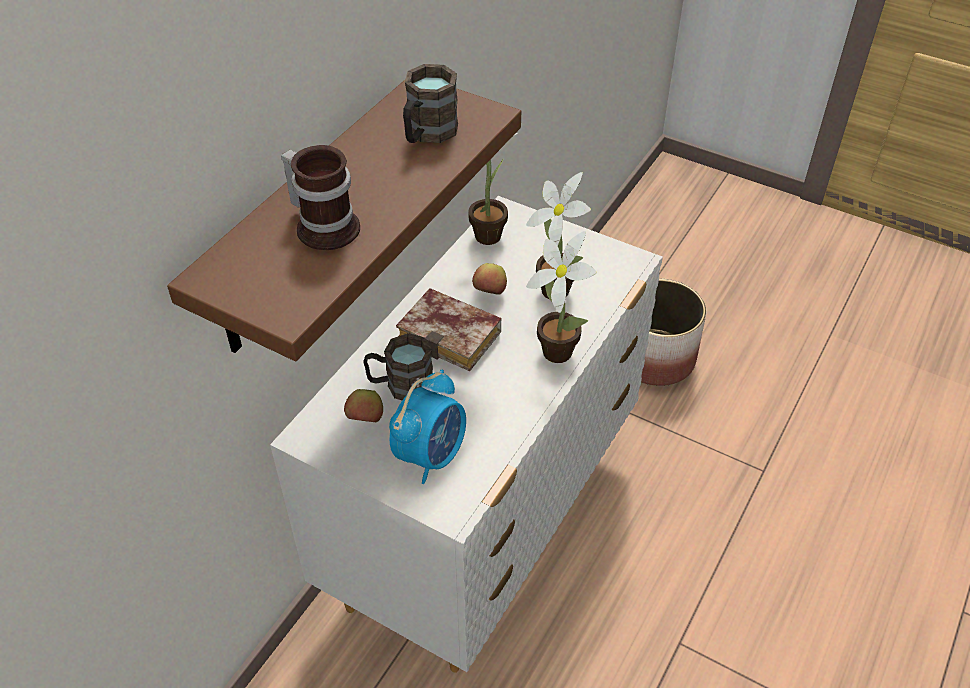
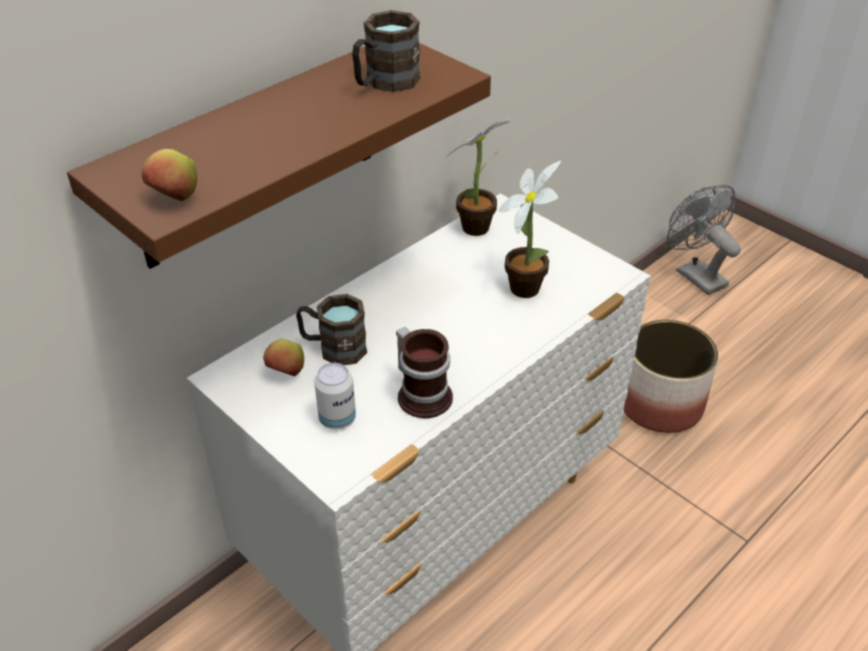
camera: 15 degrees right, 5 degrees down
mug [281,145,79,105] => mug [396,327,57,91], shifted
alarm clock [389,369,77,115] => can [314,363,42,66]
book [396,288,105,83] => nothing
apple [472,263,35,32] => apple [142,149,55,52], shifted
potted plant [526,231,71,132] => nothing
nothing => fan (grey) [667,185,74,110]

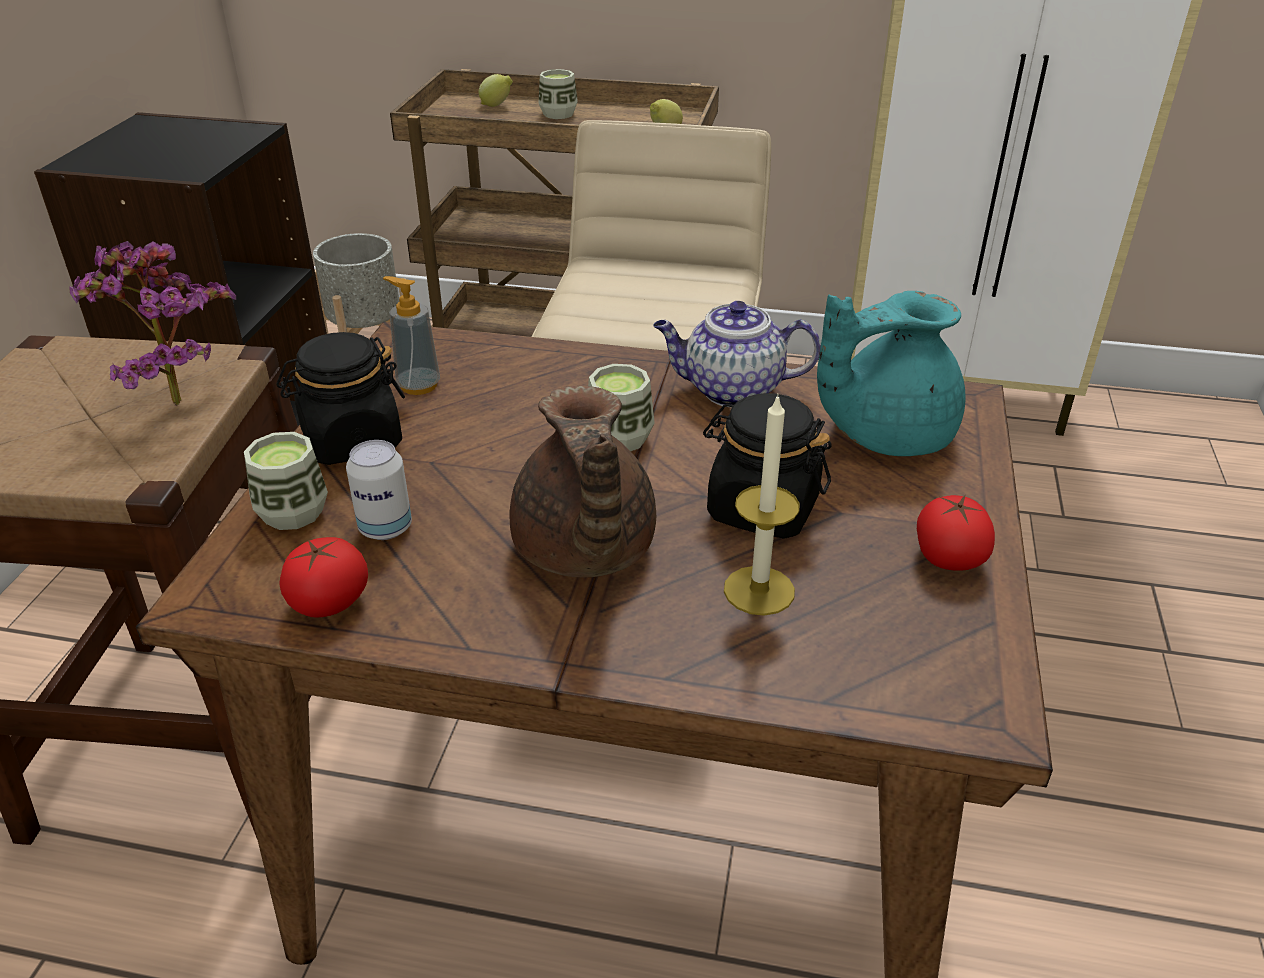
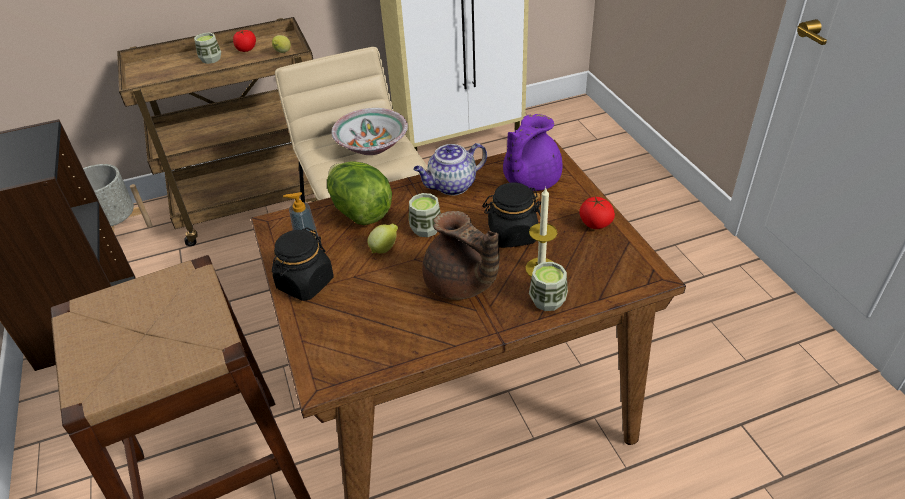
camera: 30 degrees left, 5 degrees up
potted plant [69,241,167,164] => nothing
cup [244,432,84,98] => cup [529,262,39,49], shifted
tomato [279,537,89,81] => tomato [233,30,23,22], shifted
can [346,440,66,100] => nothing
lemon [478,74,35,33] => lemon [368,224,30,30], shifted
teapot (turquoise) [817,291,149,165] => teapot (purple) [503,114,59,77]
nothing => lettuce [327,162,65,63]
nothing => bowl [331,108,77,47]

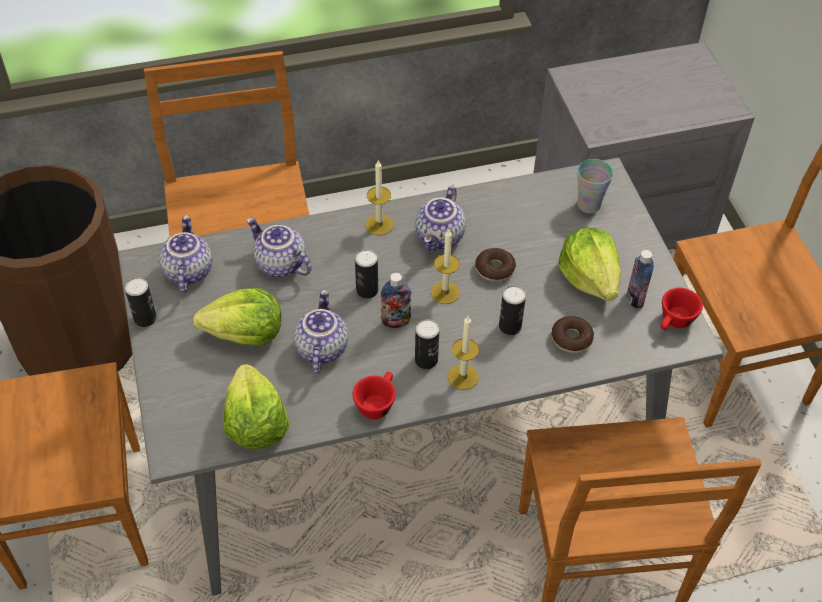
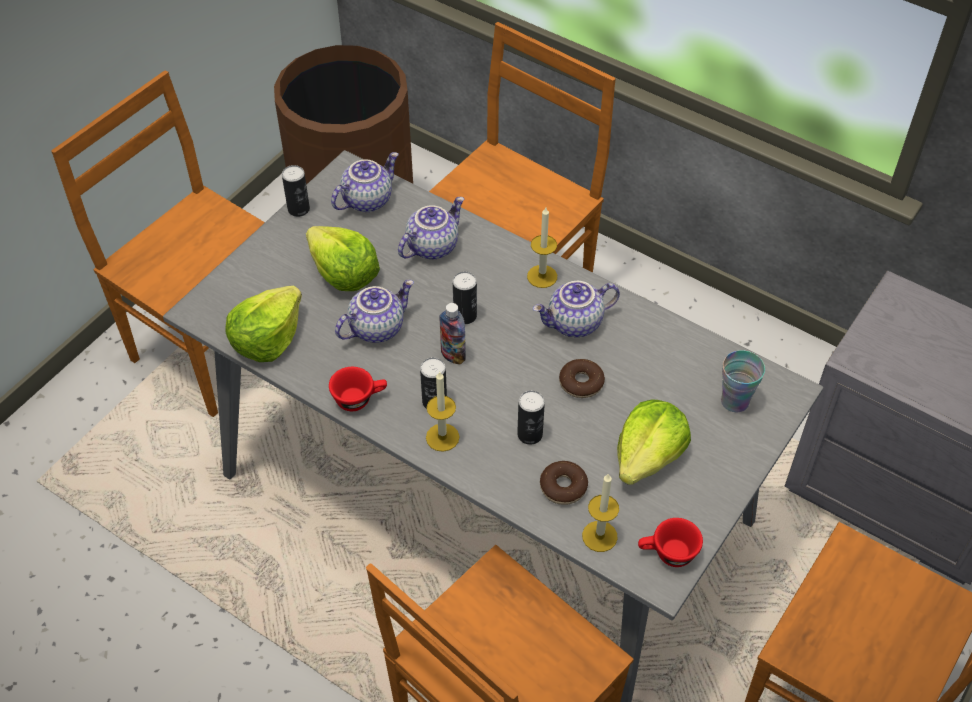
camera: 50 degrees right, 0 degrees up
teapot [246,218,66,59] => teapot [398,197,66,62], 45 degrees clockwise
candle [431,229,29,75] => candle [582,473,37,79], shifted
bottle [627,250,27,59] => nothing

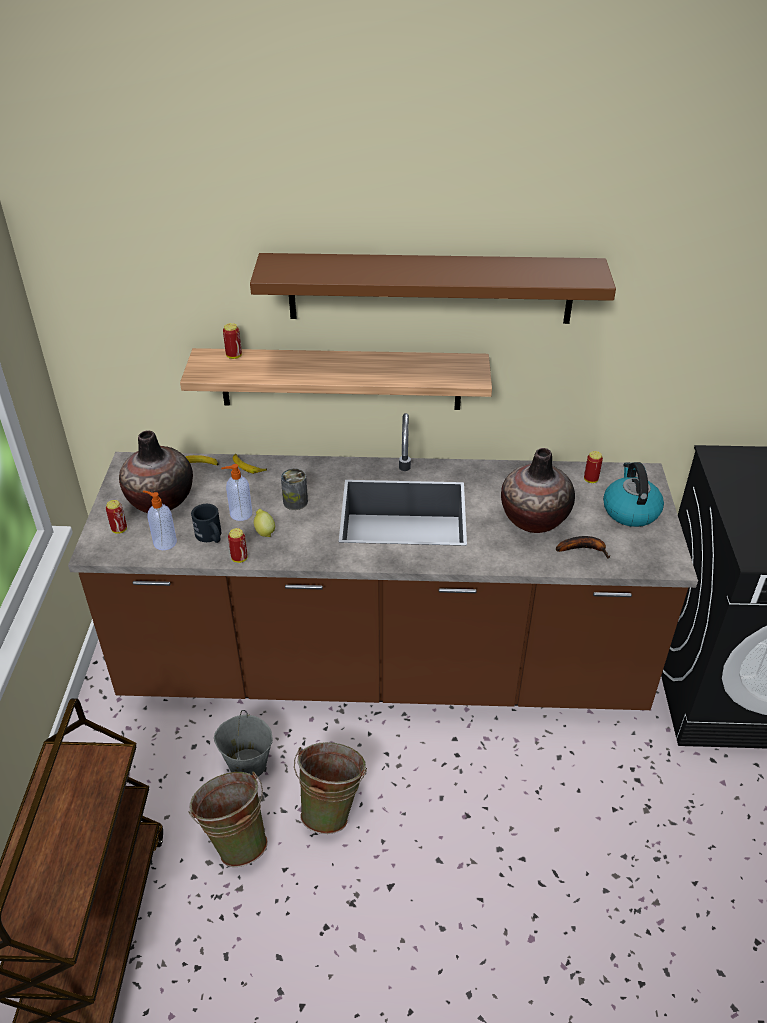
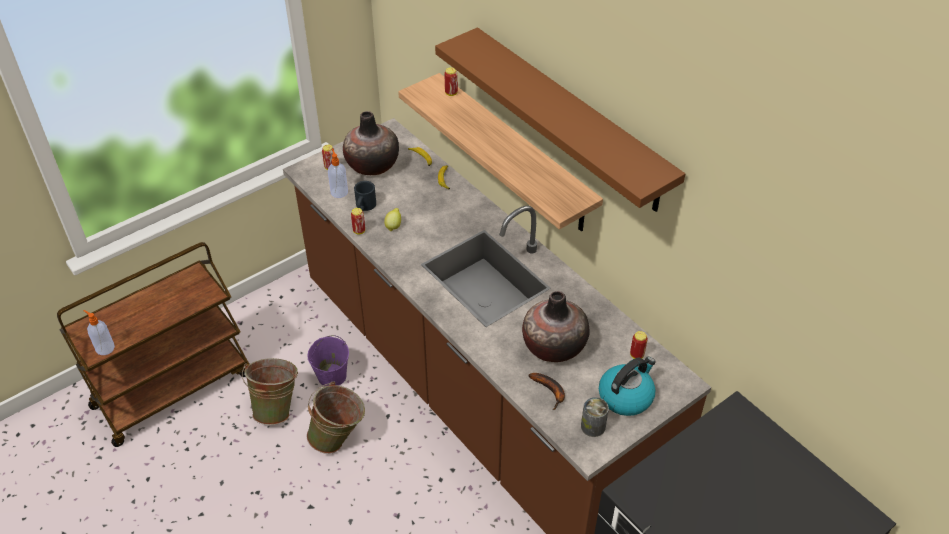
camera: 50 degrees right, 5 degrees up
bucket (grey) [214,710,59,67] => bucket (purple) [308,335,41,51]
soap dispenser [221,464,31,57] => soap dispenser [84,310,31,45], shifted
can [281,469,27,41] => can [581,397,28,40], shifted

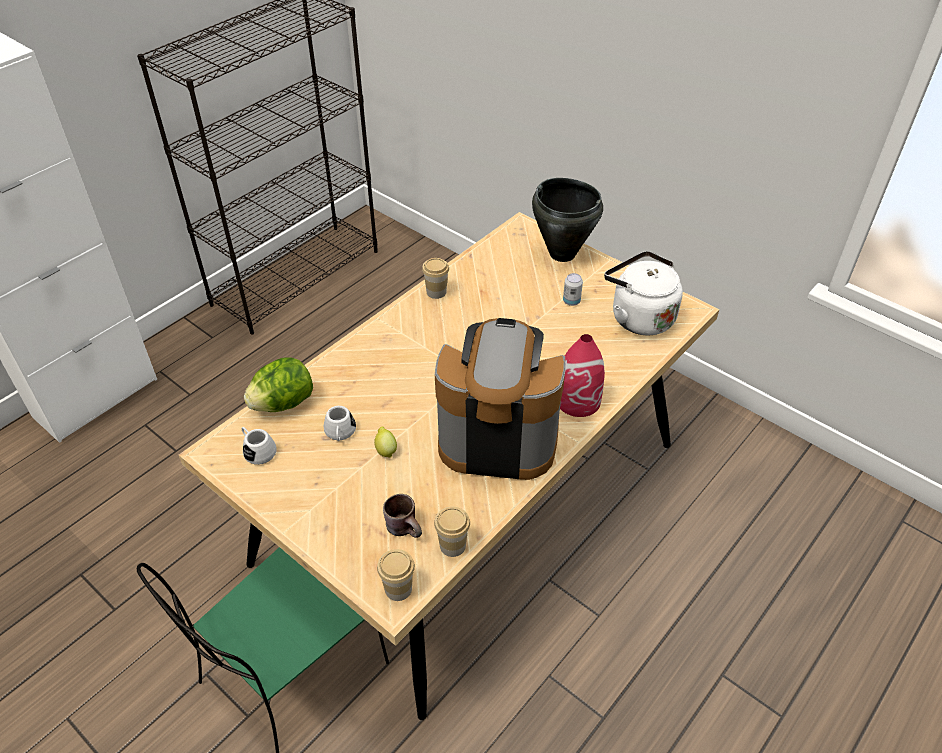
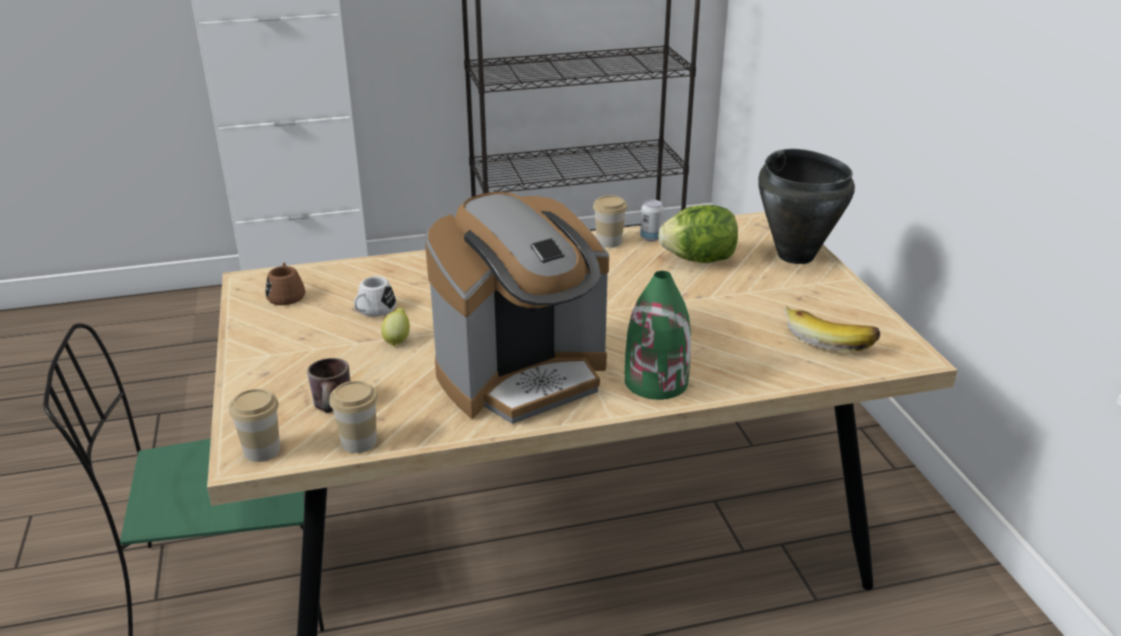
camera: 35 degrees right, 15 degrees down
mug (white) [242,427,35,38] => mug (brown) [265,263,40,42]
lettuce [244,357,69,55] => lettuce [658,205,80,58], shifted
coffee machine [435,318,131,162] => coffee machine [425,192,184,232], 105 degrees clockwise
vase (red) [560,334,45,83] => vase (green) [625,271,66,129]
can [563,273,20,33] => can [640,199,24,43], shifted
kettle (white) [604,251,79,84] => banana [784,306,96,46]

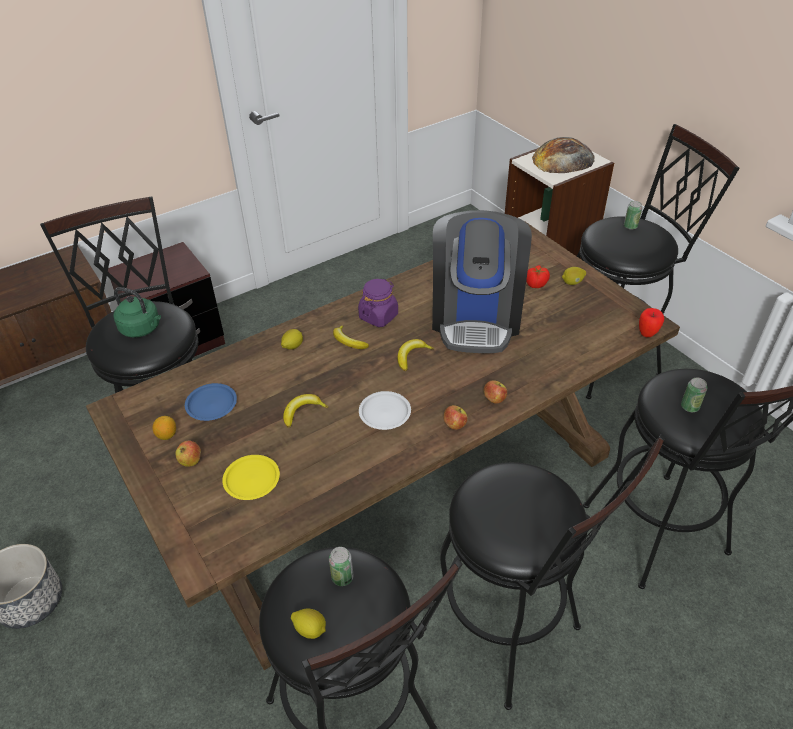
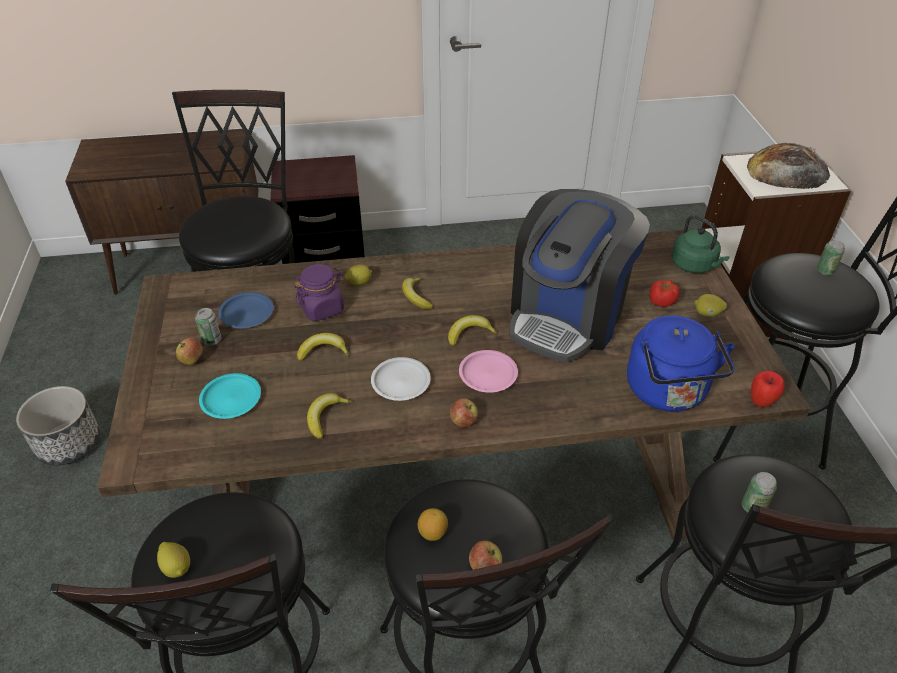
camera: 25 degrees right, 0 degrees up
kettle (green) [114,287,47,50] => kettle (green) [671,215,59,58], shifted
lemon [153,416,23,24] => lemon [418,508,30,33], shifted
plate (yellow) [222,455,58,45] => plate (turquoise) [199,373,62,46]
can [329,547,24,39] => can [195,308,26,38], shifted
jar (purple) [358,279,40,48] => jar (purple) [294,264,50,57], shifted
apple [484,380,23,24] => apple [469,541,33,29], shifted
nothing => banana [307,393,44,46]
nothing => plate (pink) [459,350,59,43]
nothing => kettle (blue) [627,316,108,96]

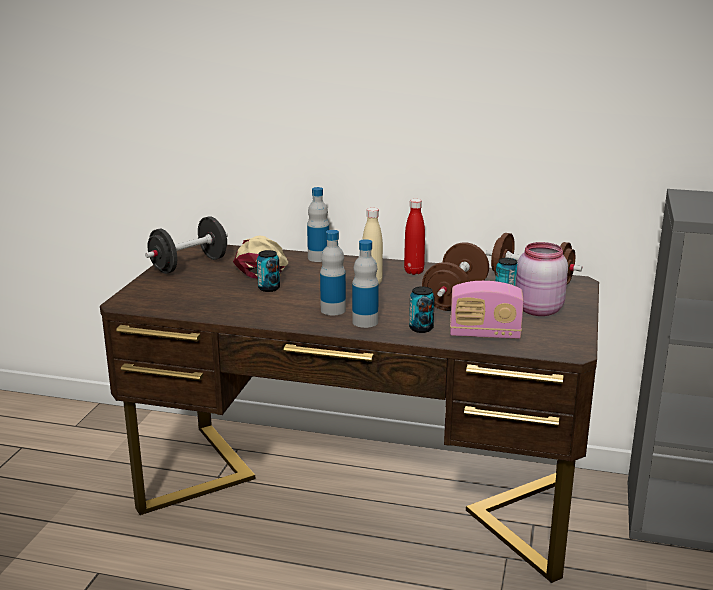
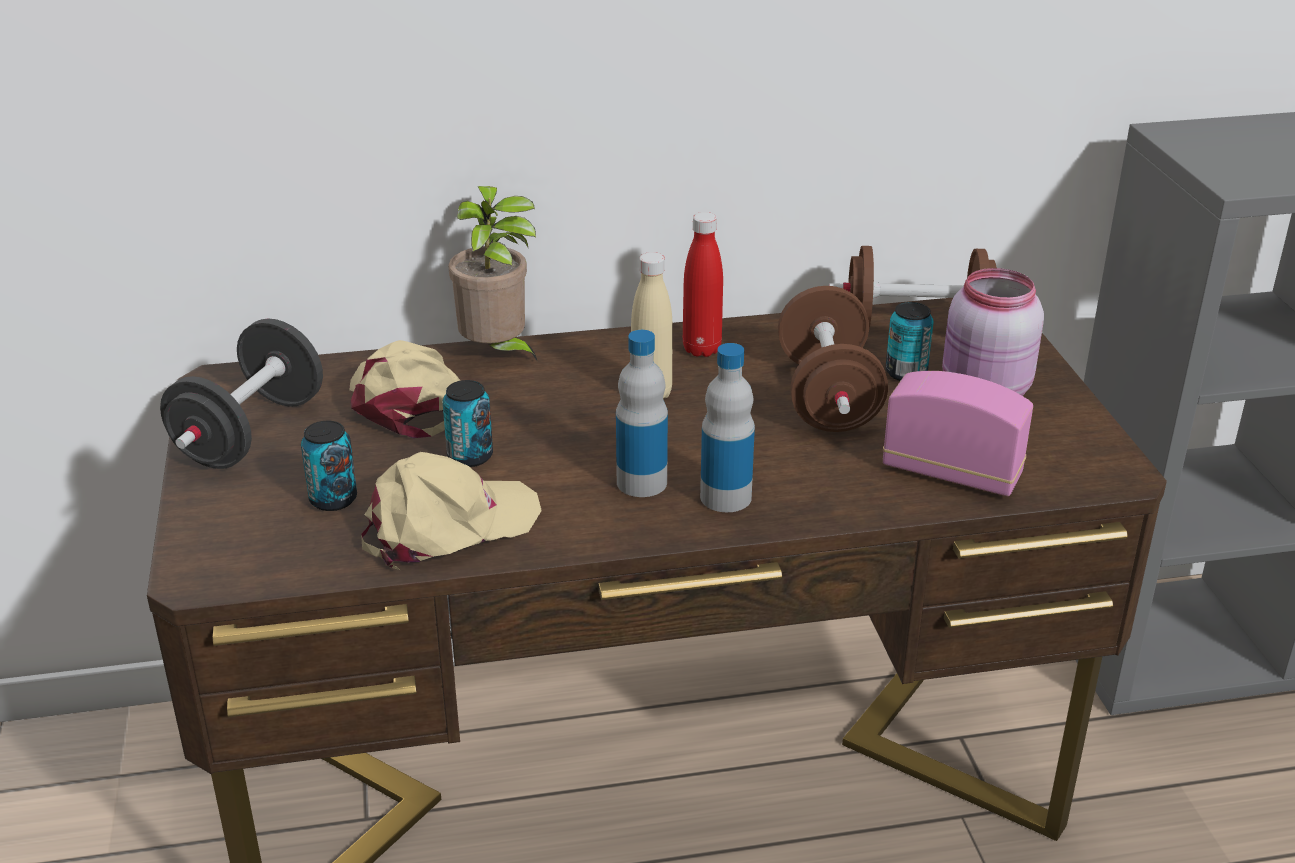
camera: 25 degrees left, 10 degrees up
bottle [307,187,22,75] => potted plant [448,186,90,176]
can [409,286,26,47] => can [301,421,56,90], shifted
radio [450,281,74,58] => radio [883,371,150,125], 135 degrees counterclockwise
nothing => cap (beige) [361,452,181,118]

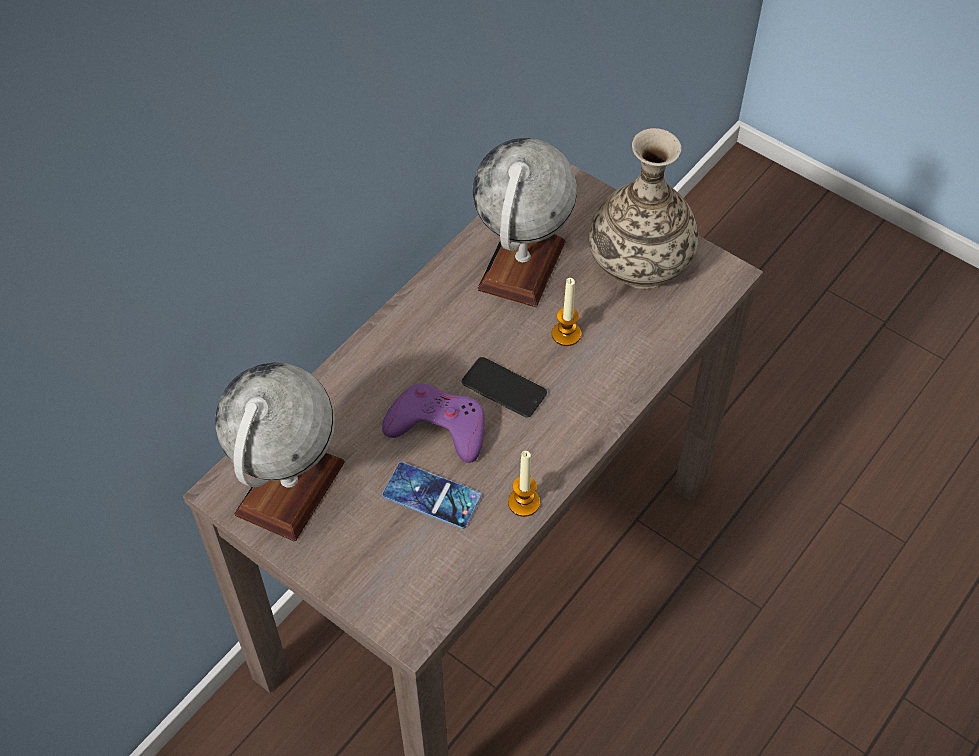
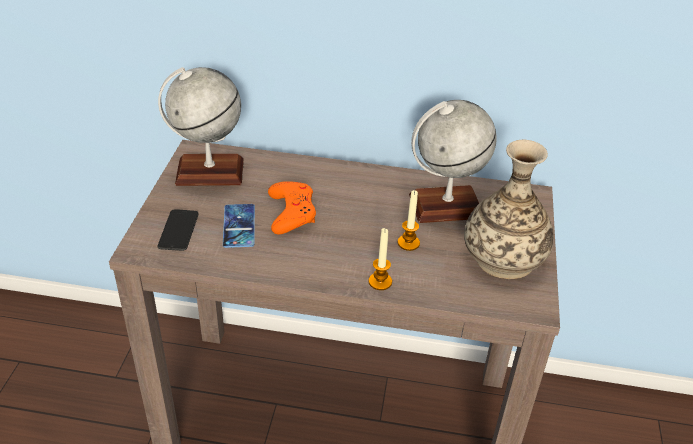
camera: 60 degrees right, 15 degrees down
game controller (purple) [382,384,103,79] => game controller (orange) [268,181,48,53]
phone [462,357,85,61] => phone [158,209,41,42], shifted
candle [508,451,32,66] => candle [369,228,23,62], shifted

